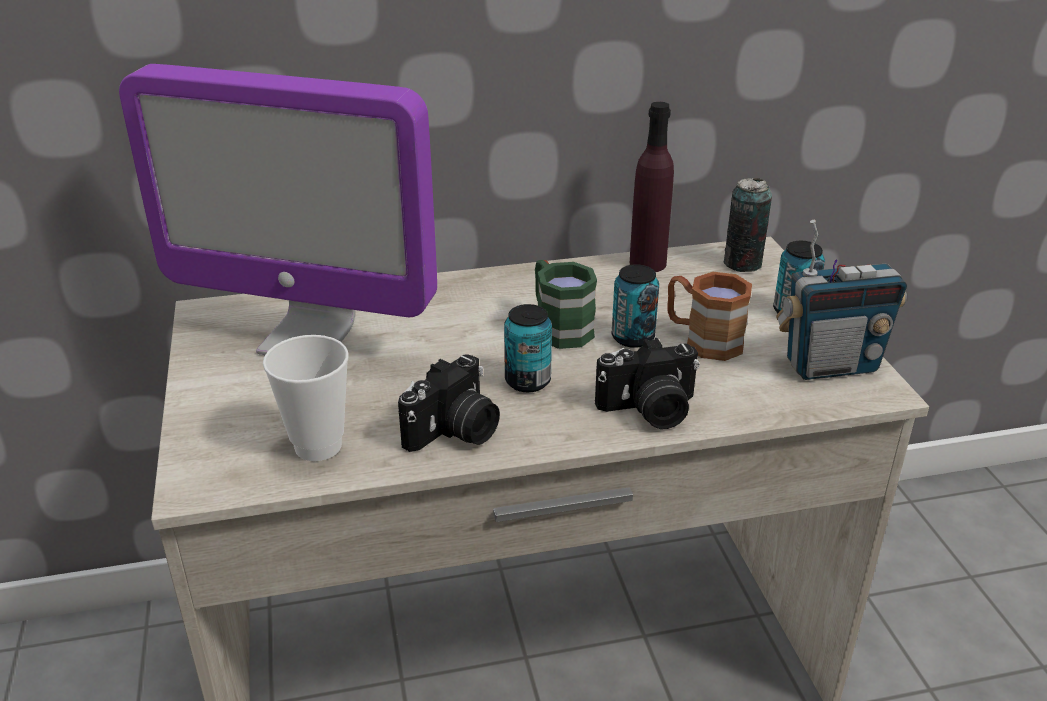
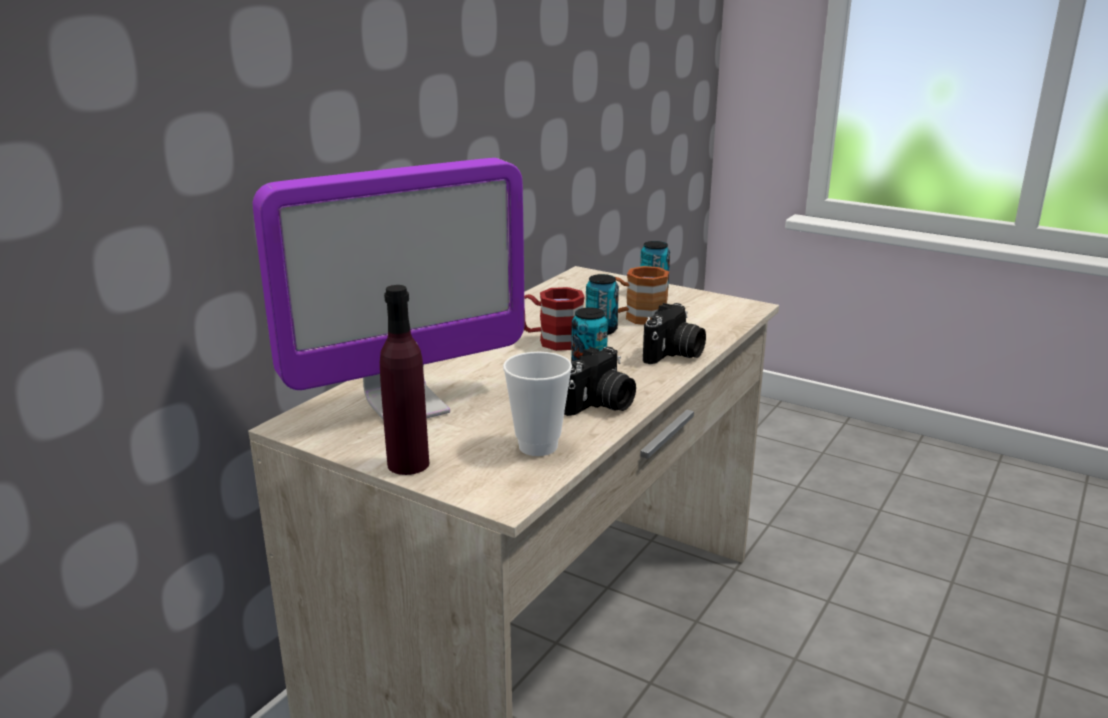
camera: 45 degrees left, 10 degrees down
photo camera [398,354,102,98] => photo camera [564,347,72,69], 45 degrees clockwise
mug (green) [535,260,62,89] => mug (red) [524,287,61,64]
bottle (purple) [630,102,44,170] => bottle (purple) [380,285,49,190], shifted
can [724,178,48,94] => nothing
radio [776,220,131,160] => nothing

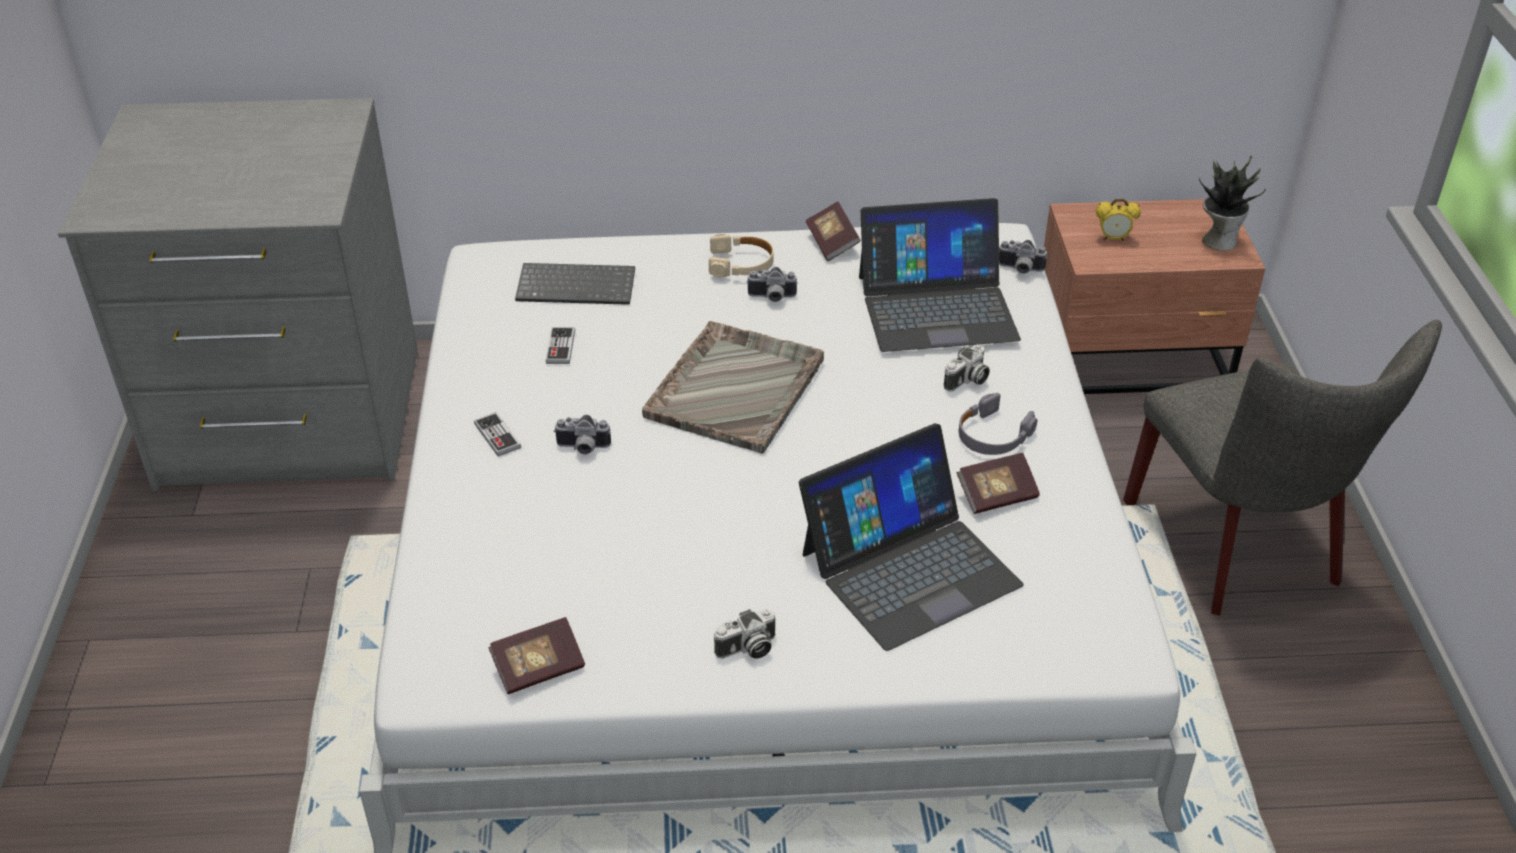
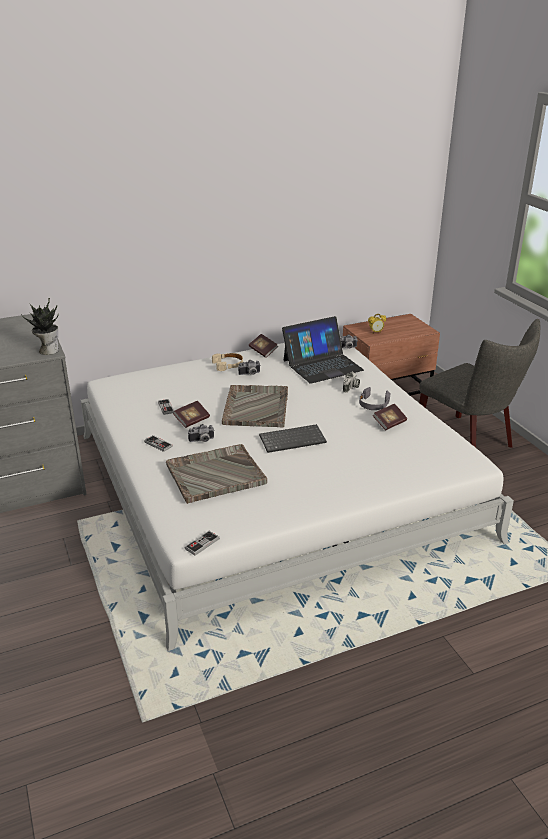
camera: 20 degrees left, 10 degrees down
book [488,617,97,77] => book [173,401,37,27], shifted
keyboard [515,263,120,42] => keyboard [259,424,68,29], shifted
photo camera [714,609,61,50] => nothing
laptop [799,423,225,228] => nothing
potted plant [1199,155,67,96] => potted plant [22,298,37,57], shifted
nothing => tray (grey) [166,444,101,60]
nothing => game controller [185,531,35,24]

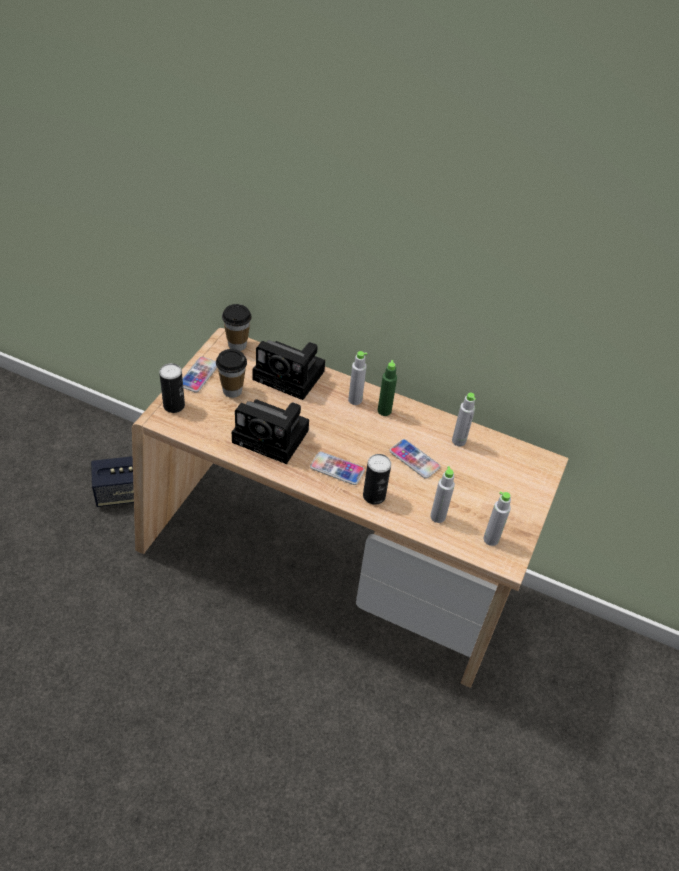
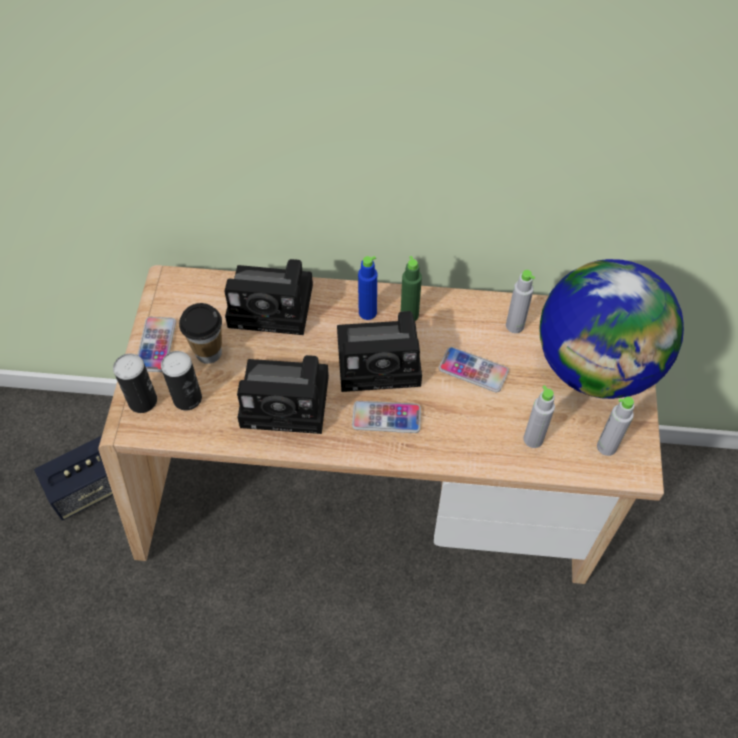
camera: 15 degrees left, 10 degrees up
cup [222,304,30,47] => nothing
bottle (grey) [348,351,19,54] => bottle (blue) [358,256,19,64]
can [363,454,28,51] => can [161,351,41,59], shifted
nothing => photo camera [337,311,85,81]
nothing => globe [539,259,145,140]

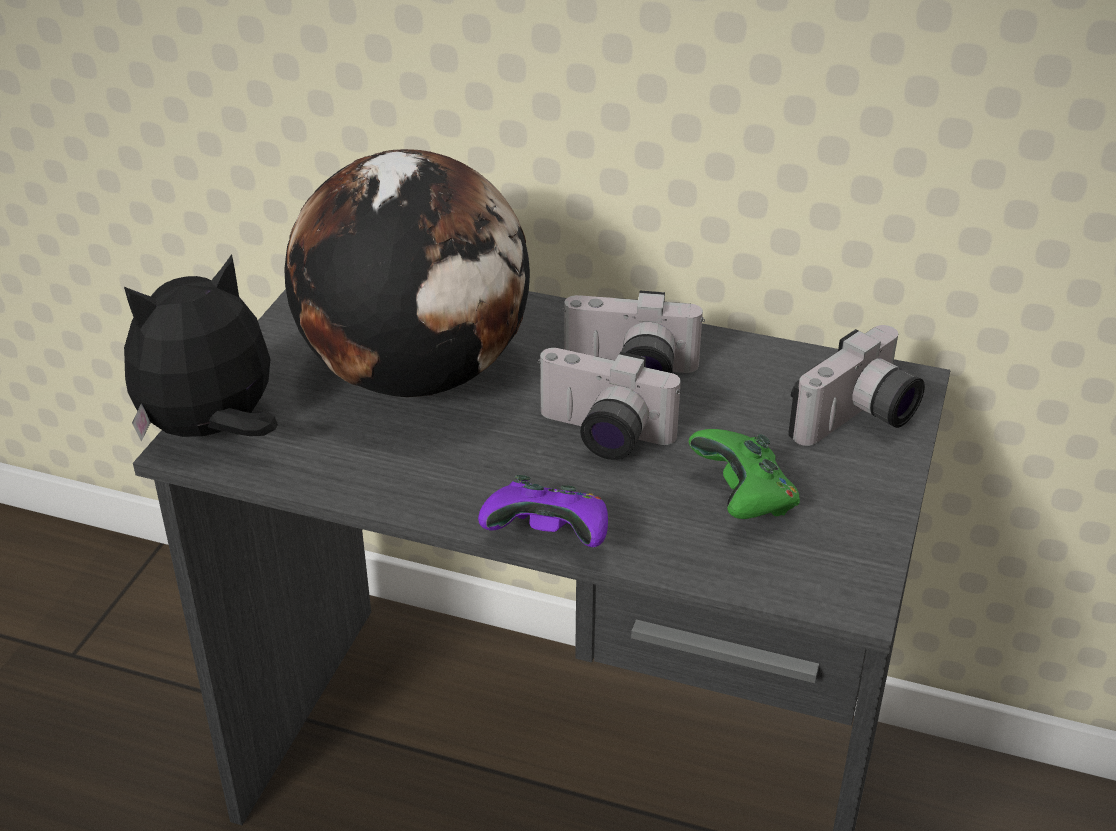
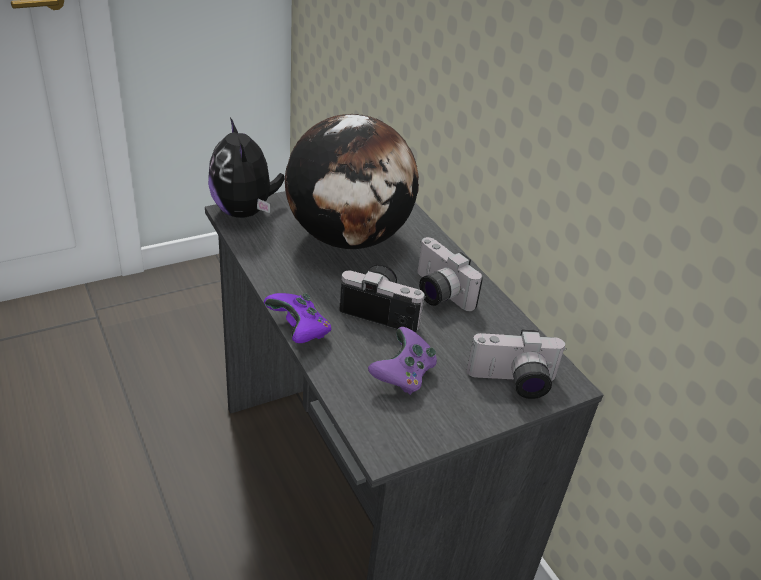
camera: 40 degrees right, 0 degrees up
plush toy [124,254,154,187] => plush toy [208,118,77,100], 120 degrees counterclockwise
photo camera [537,348,144,112] => photo camera [339,265,86,67], 135 degrees clockwise
game controller (green) [689,429,111,90] => game controller (purple) [368,327,69,68]

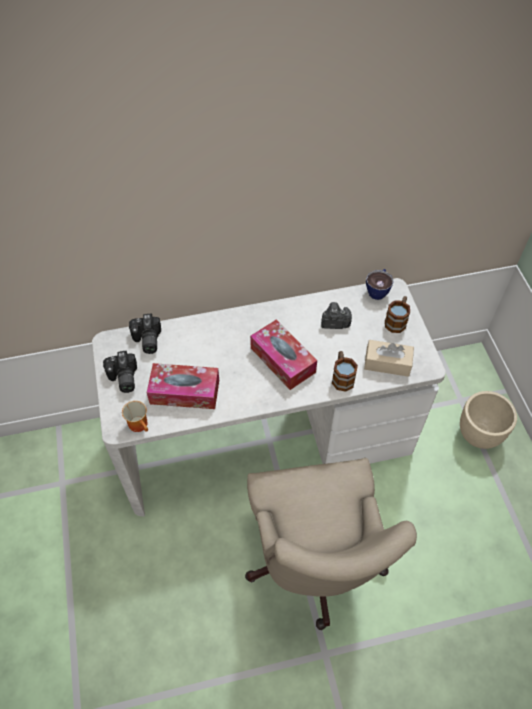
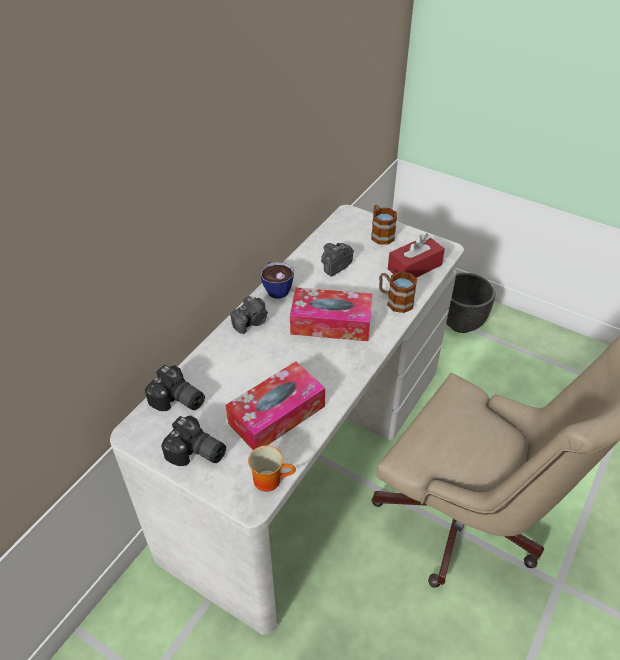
camera: 45 degrees left, 10 degrees down
tissue box (beige) [364,340,50,37] => tissue box (red) [388,233,57,45]
cup [366,269,28,31] => cup [260,262,34,37], shifted
planter (beige) [460,391,57,58] => planter (black) [446,273,50,60]
nothing => photo camera [230,296,38,38]

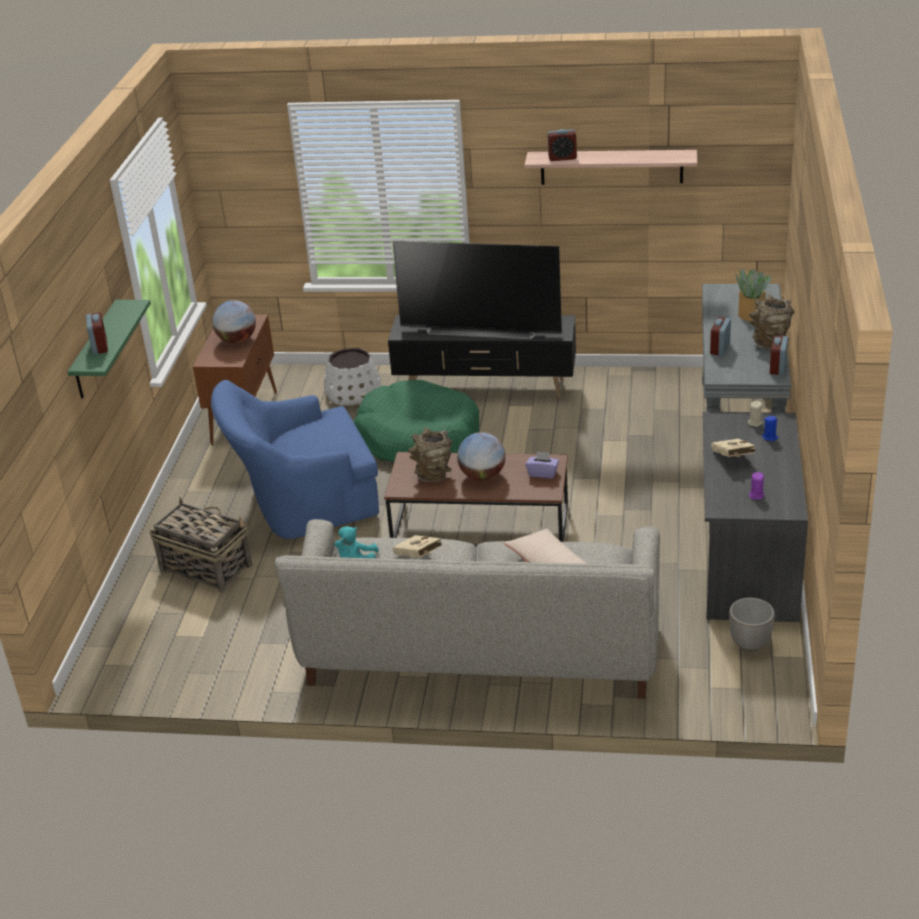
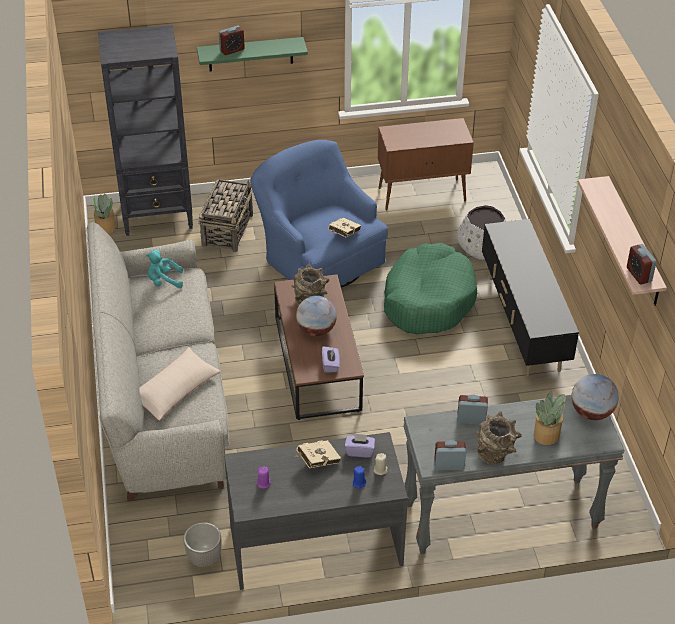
camera: 70 degrees right, 10 degrees up
globe [212,300,44,43] => globe [572,374,47,46], shifted
television [392,240,170,99] => nothing
book (beige) [393,535,49,23] => book (beige) [328,218,33,20], shifted
alarm clock [548,129,29,32] => alarm clock [627,244,29,41], shifted
nothing => potted plant [93,194,23,40]
nothing => bookcase (black) [98,25,95,211]
nothing => tissue box (purple) [345,433,30,25]

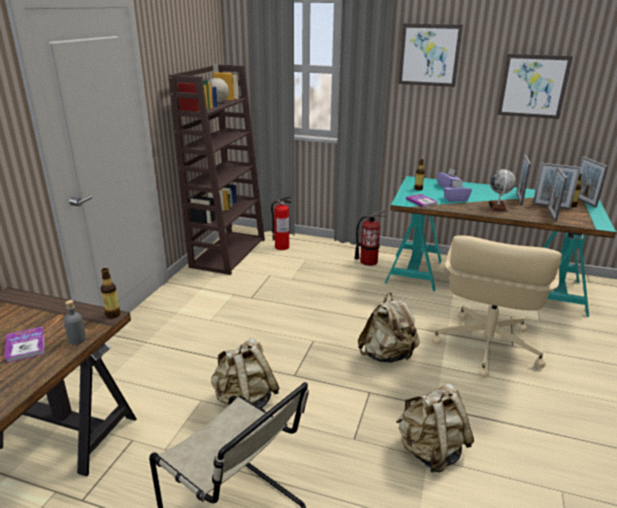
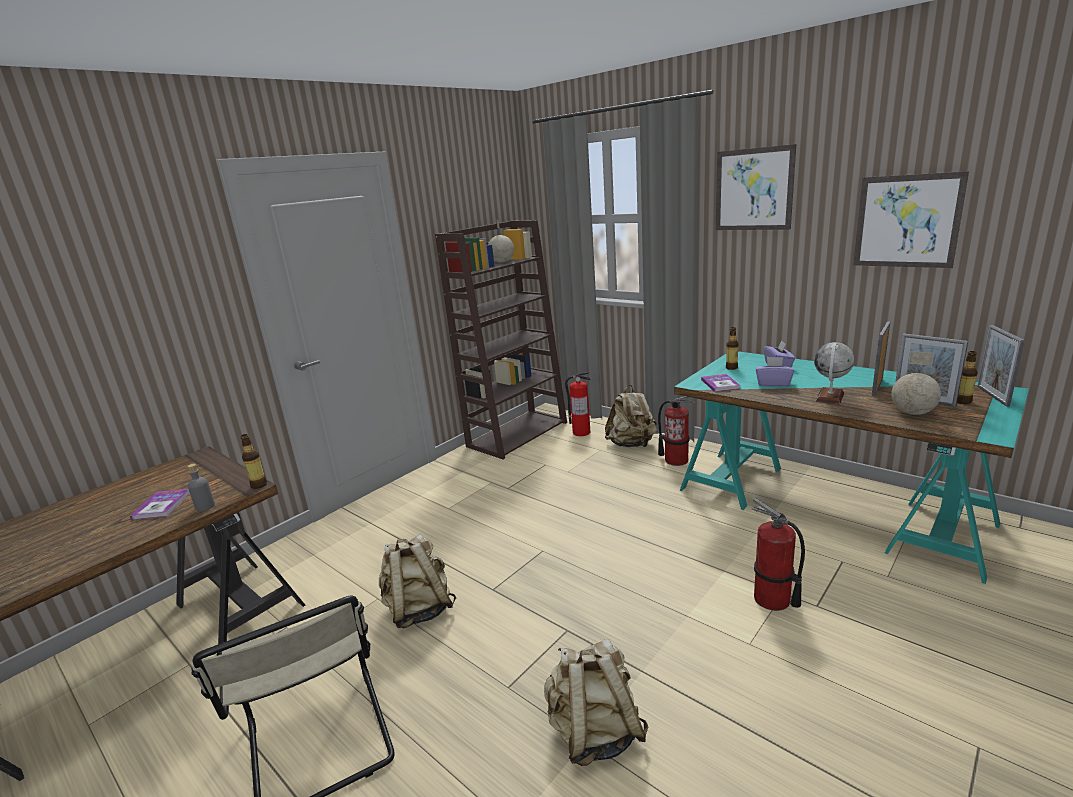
camera: 25 degrees right, 5 degrees down
backpack (beige) [358,293,62,69] => backpack (beige) [605,385,52,62], shifted
office chair (beige) [432,235,130,143] => fire extinguisher [751,498,54,113]
picture frame [548,167,19,55] => globe [891,351,50,64]

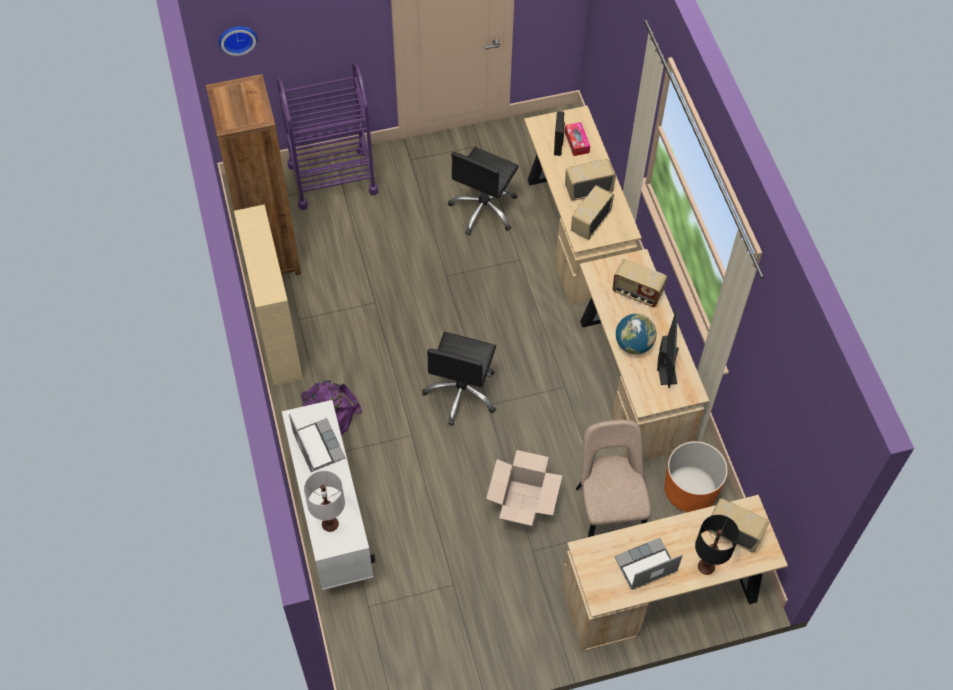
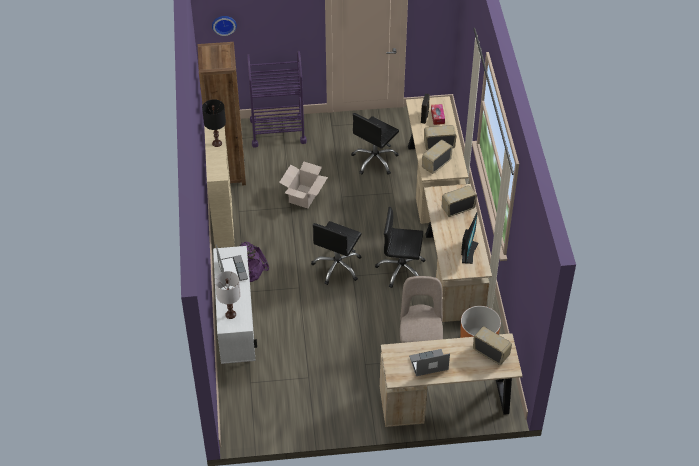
camera: 10 degrees right, 10 degrees down
cardboard box [486,450,76,77] => cardboard box [279,162,49,46], shifted
radio [612,259,55,48] => radio [442,185,35,32], 120 degrees clockwise
globe [616,314,41,40] => nothing
table lamp (black) [695,515,44,60] => table lamp (black) [202,99,24,48], shifted
nothing => office chair (black) [375,207,50,81]

